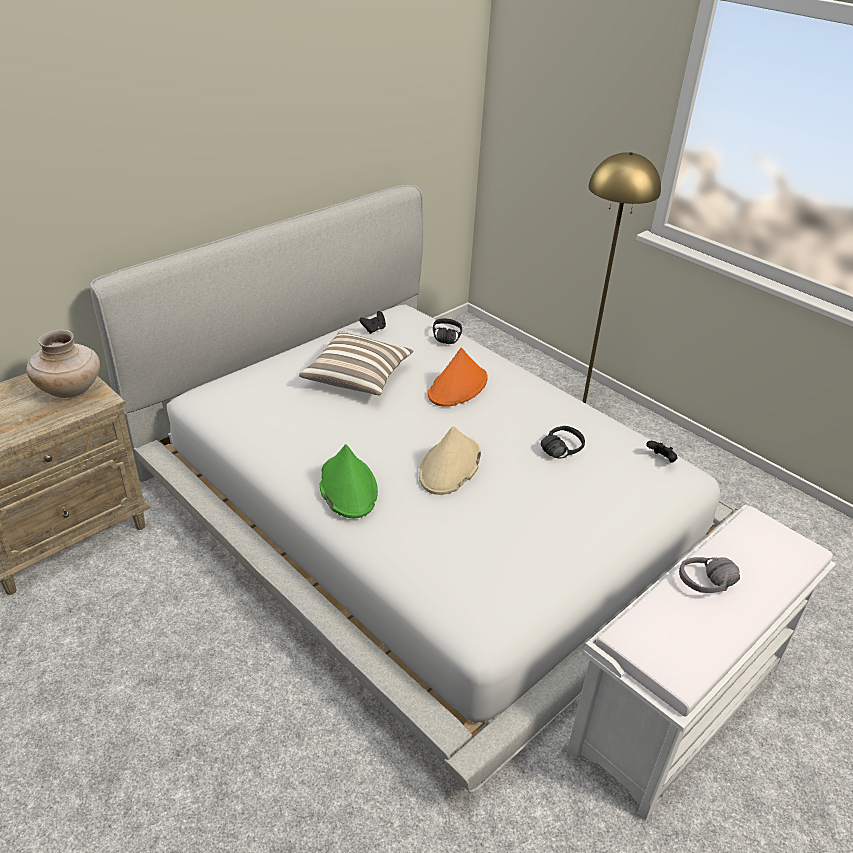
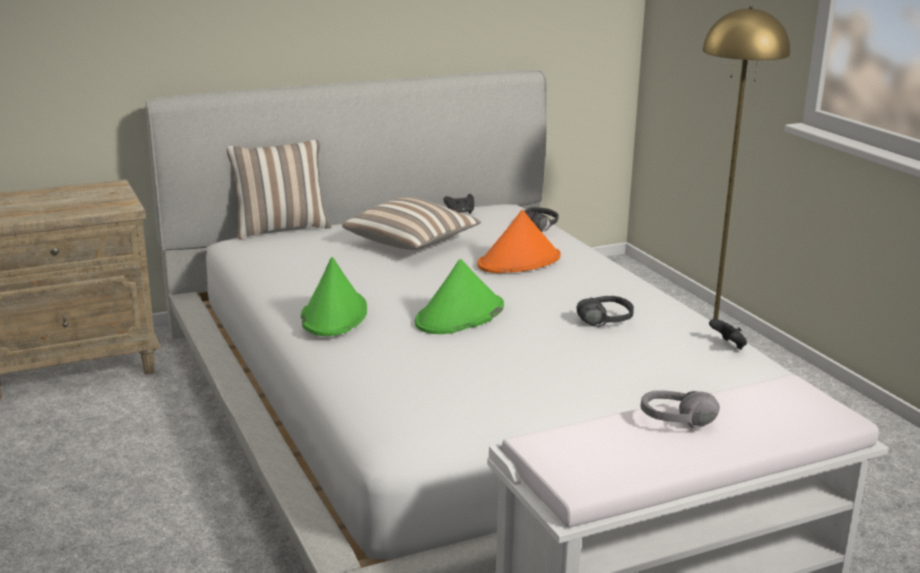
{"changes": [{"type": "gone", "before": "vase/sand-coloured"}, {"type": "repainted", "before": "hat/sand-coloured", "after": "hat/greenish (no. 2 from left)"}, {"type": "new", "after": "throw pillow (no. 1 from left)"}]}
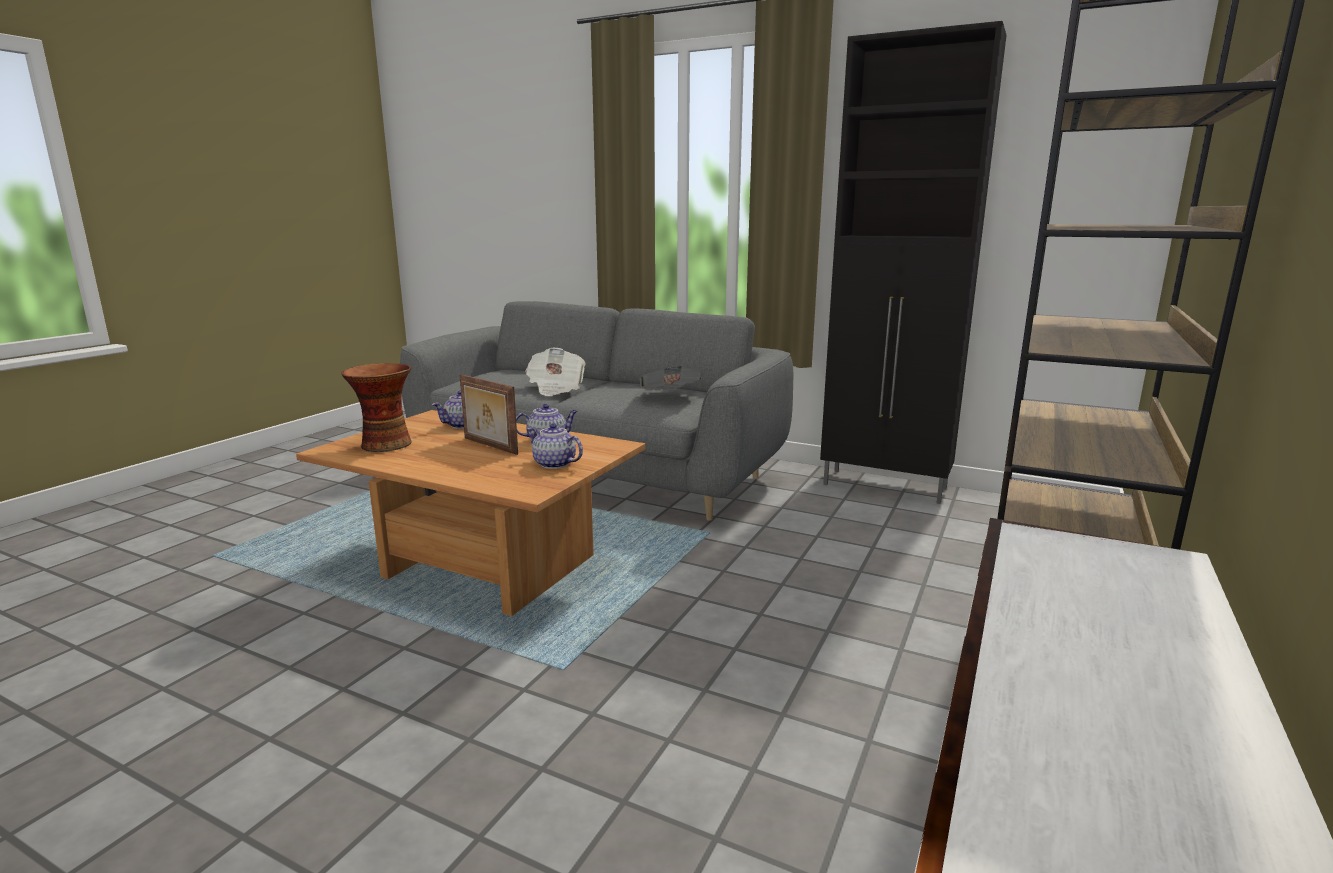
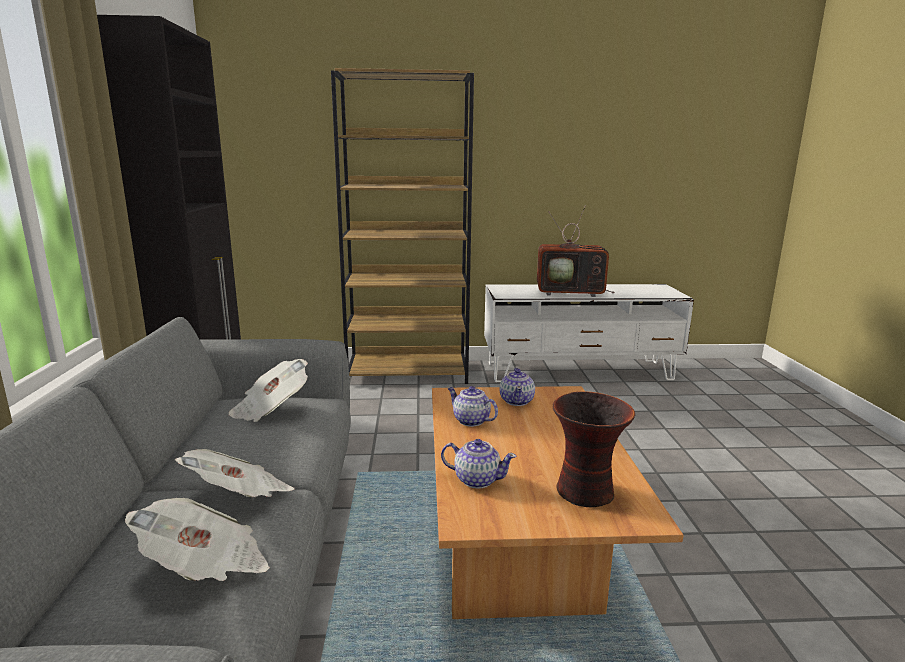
{"changes": [{"type": "gone", "before": "photo frame"}, {"type": "new", "after": "TV"}, {"type": "new", "after": "printed paper (no. 1 from left)"}]}
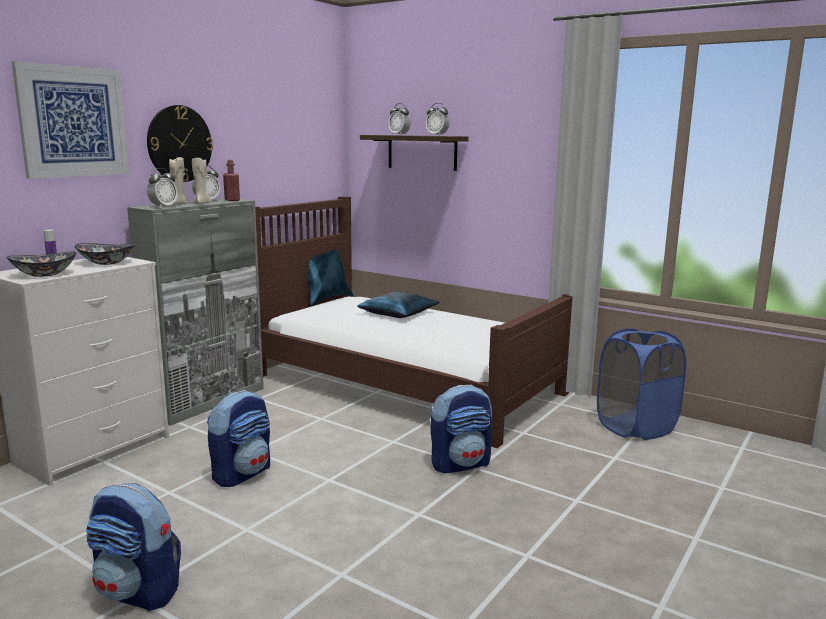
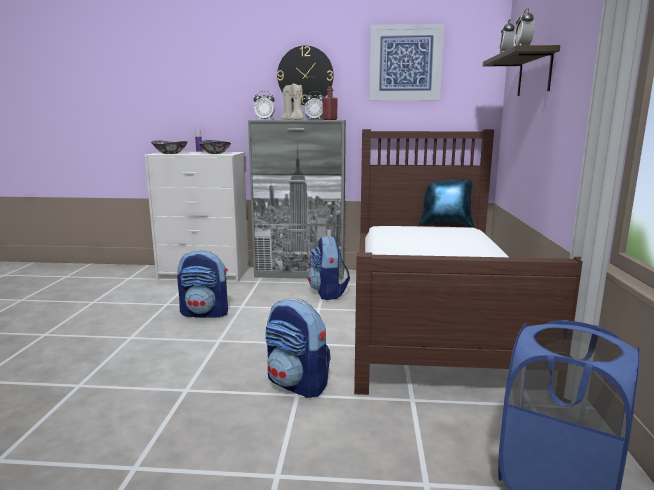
{"changes": [{"type": "shifted", "before": "picture"}, {"type": "gone", "before": "throw pillow/bluish (no. 2 from left)"}, {"type": "shifted", "before": "rucksack (no. 1 from left in the first image)", "after": "rucksack (no. 3 from left)"}]}
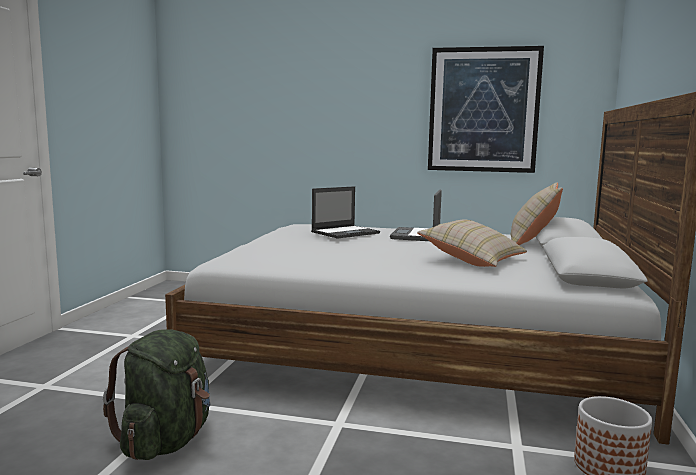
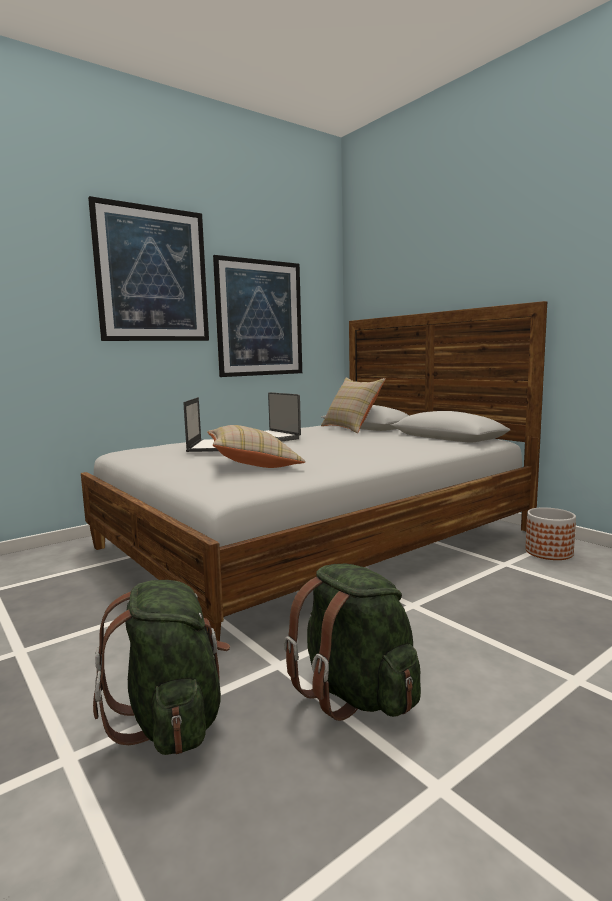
{"changes": [{"type": "shifted", "before": "throw pillow/sand-coloured (no. 1 from left)"}, {"type": "new", "after": "picture (no. 1 from left)"}, {"type": "new", "after": "rucksack/greenish (no. 1 from left)"}]}
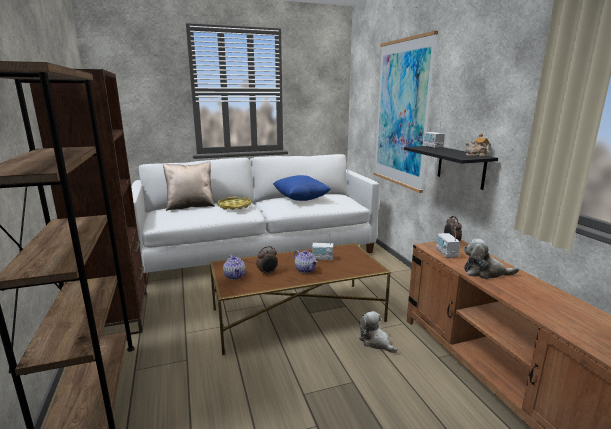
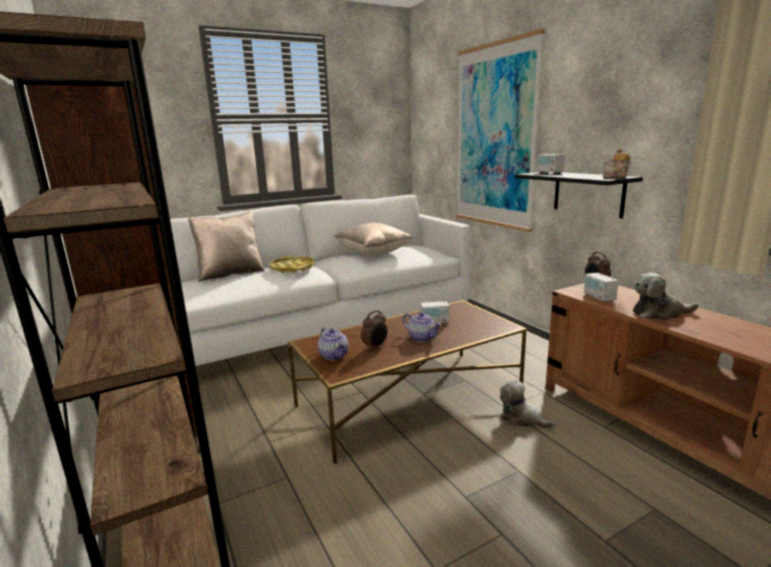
{"changes": [{"type": "repainted", "before": "throw pillow/bluish", "after": "throw pillow/sand-coloured (no. 2 from left)"}]}
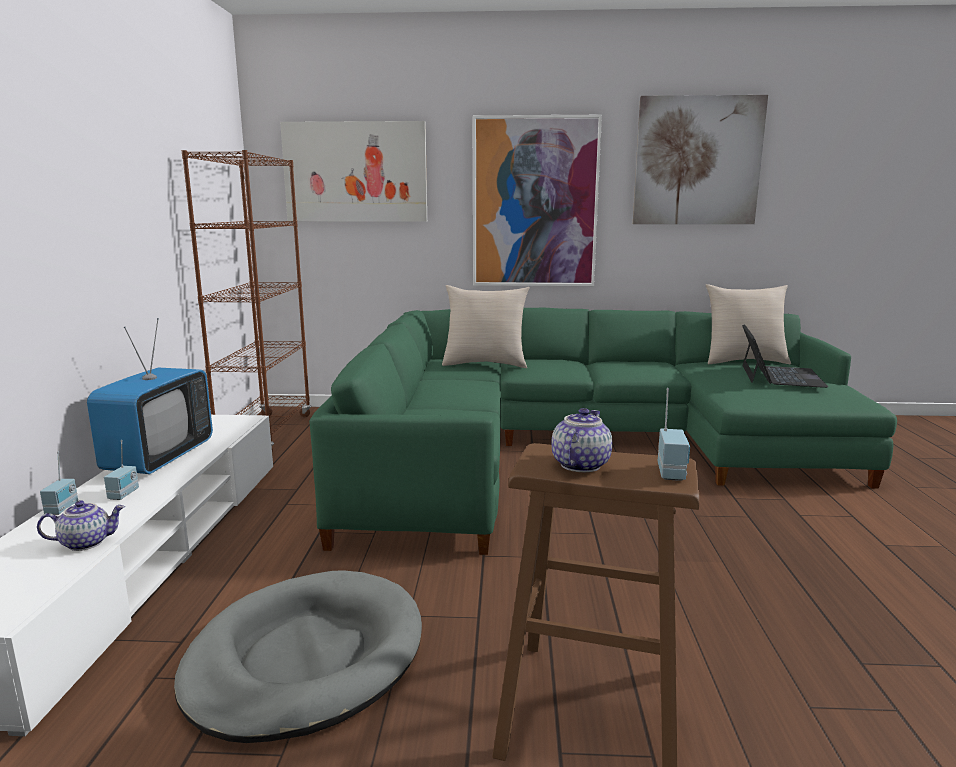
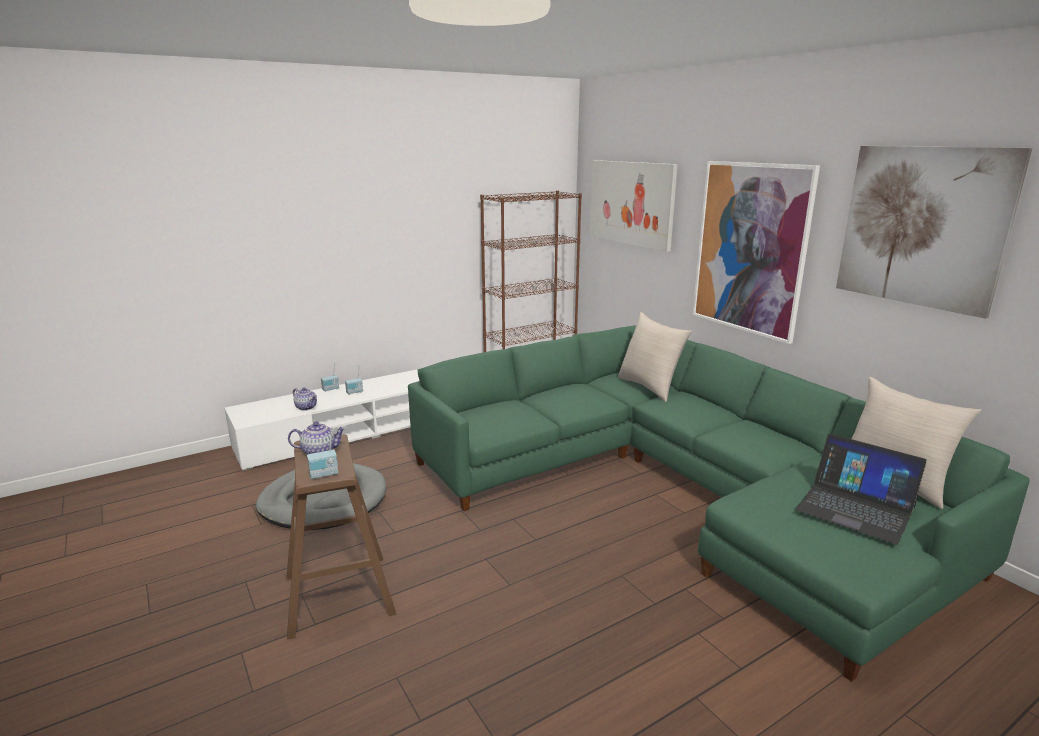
{"changes": [{"type": "gone", "before": "TV"}, {"type": "rotated", "before": "portable computer", "turn": 60}]}
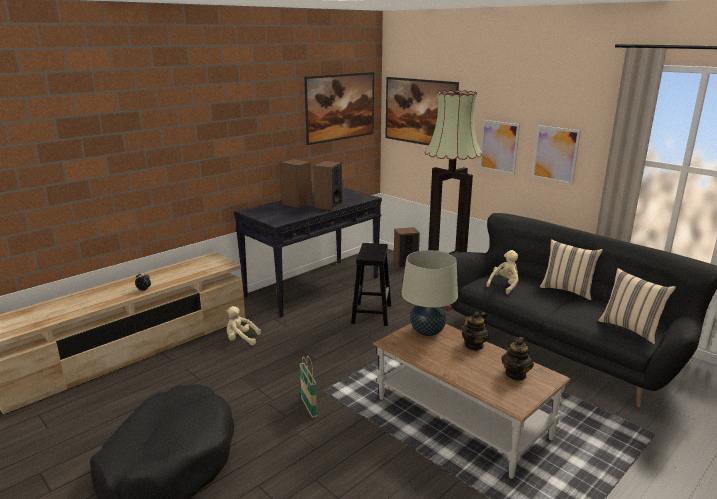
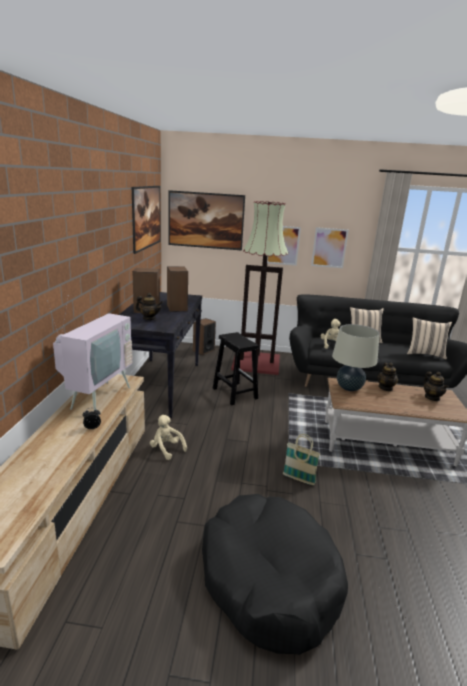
{"changes": [{"type": "rotated", "before": "cuddly toy/sand-coloured (no. 1 from left)", "turn": 75}, {"type": "new", "after": "teapot (no. 1 from left)"}, {"type": "new", "after": "TV"}]}
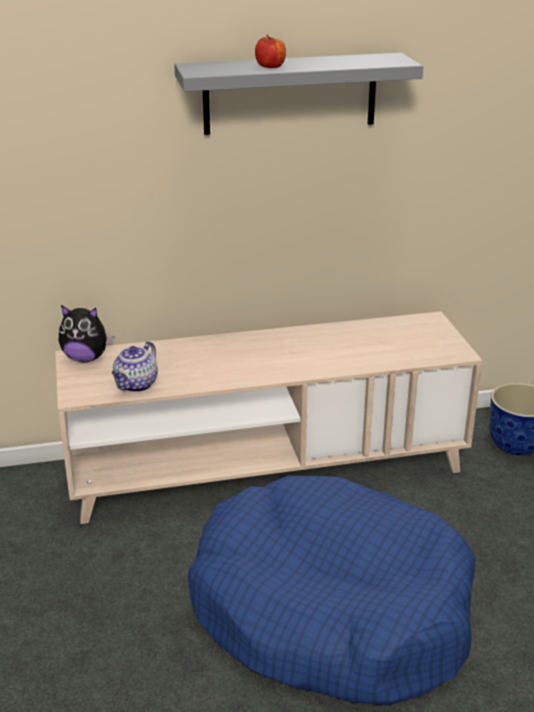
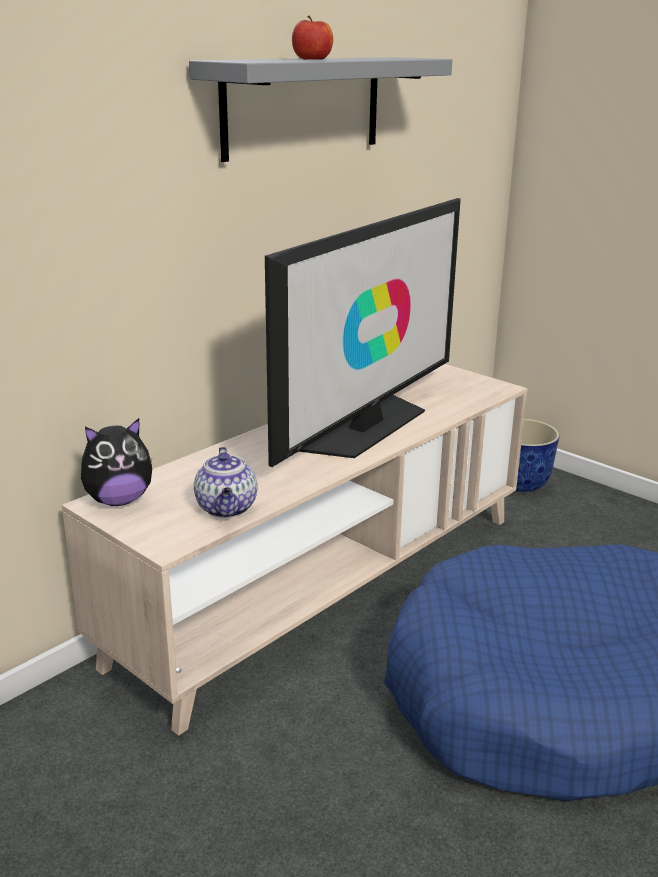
{"changes": [{"type": "new", "after": "TV"}]}
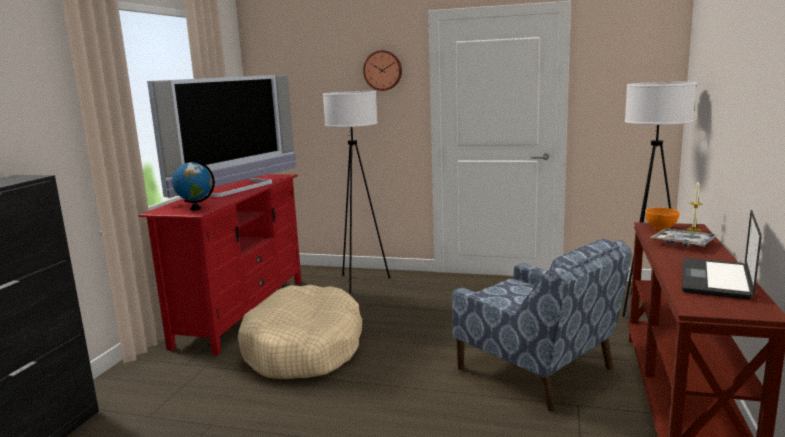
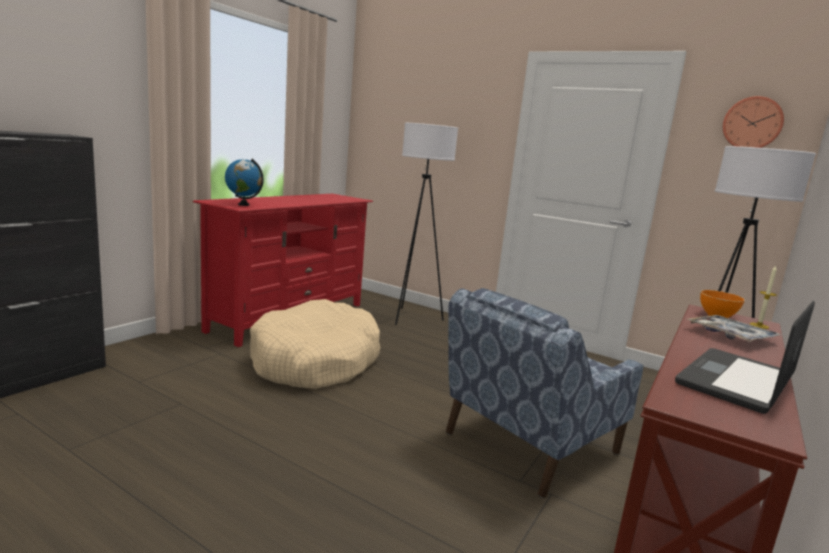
{"changes": [{"type": "shifted", "before": "wall clock"}, {"type": "gone", "before": "TV"}, {"type": "rotated", "before": "easy chair/bluish", "turn": 75}]}
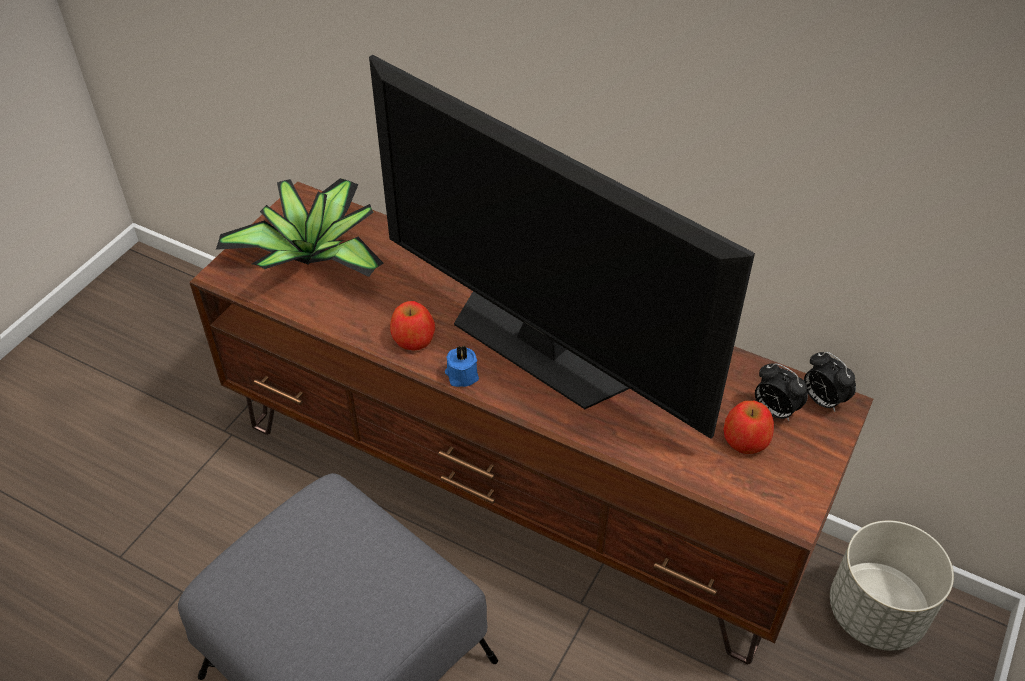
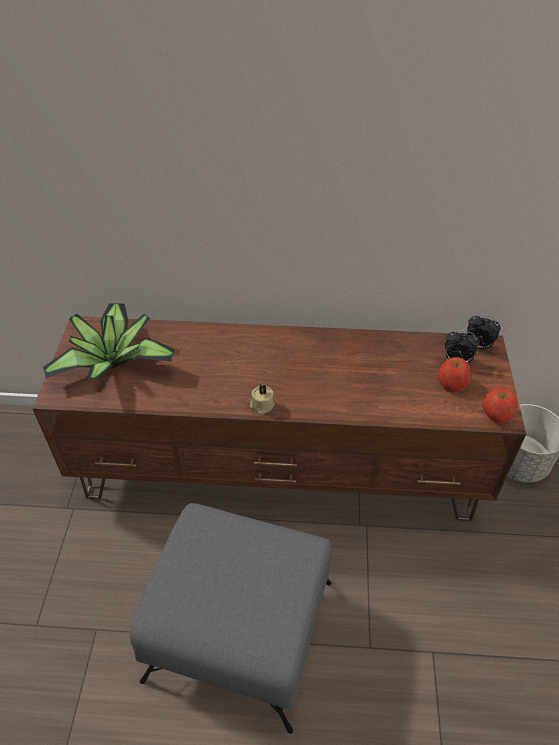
{"changes": [{"type": "gone", "before": "TV"}, {"type": "shifted", "before": "whole apple (no. 1 from left in the first image)", "after": "whole apple (no. 2 from left)"}, {"type": "repainted", "before": "wax light/bluish", "after": "wax light/sand-coloured"}]}
